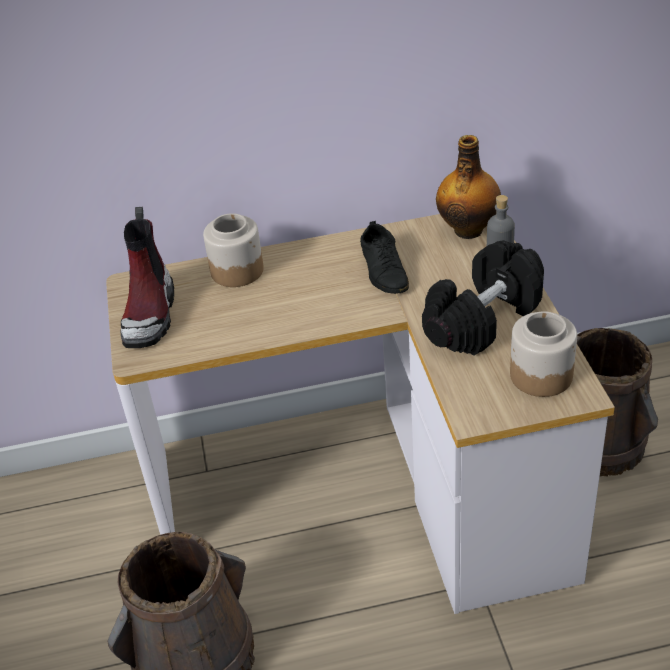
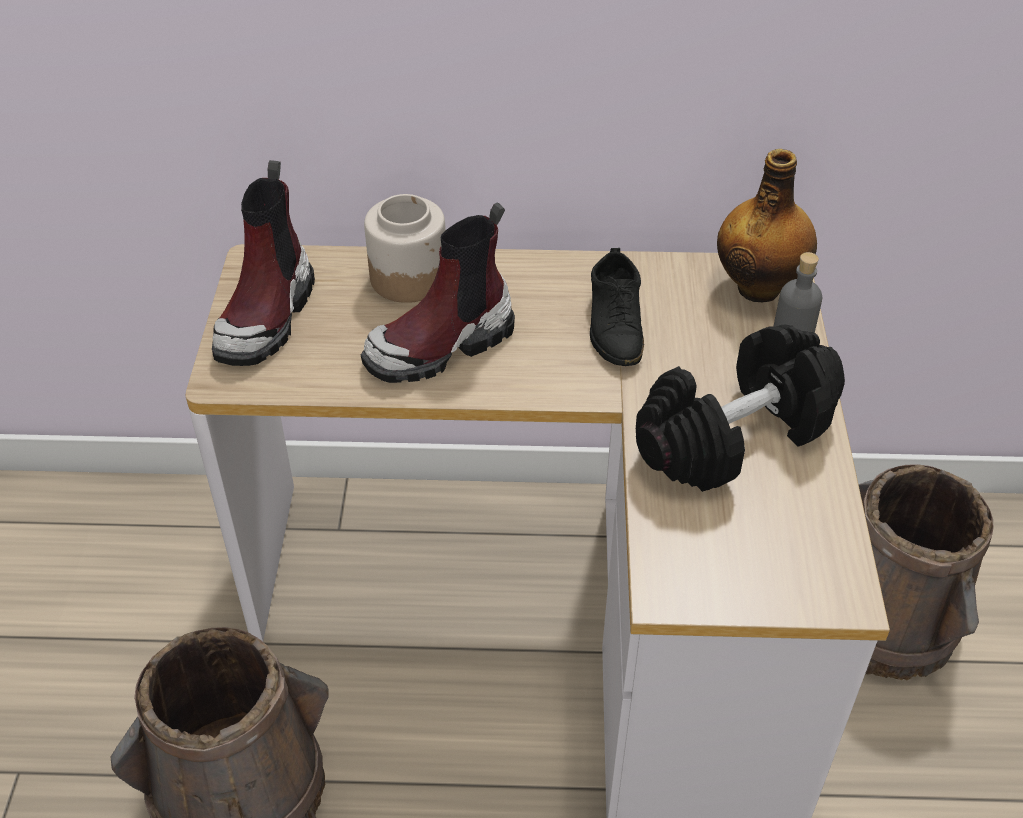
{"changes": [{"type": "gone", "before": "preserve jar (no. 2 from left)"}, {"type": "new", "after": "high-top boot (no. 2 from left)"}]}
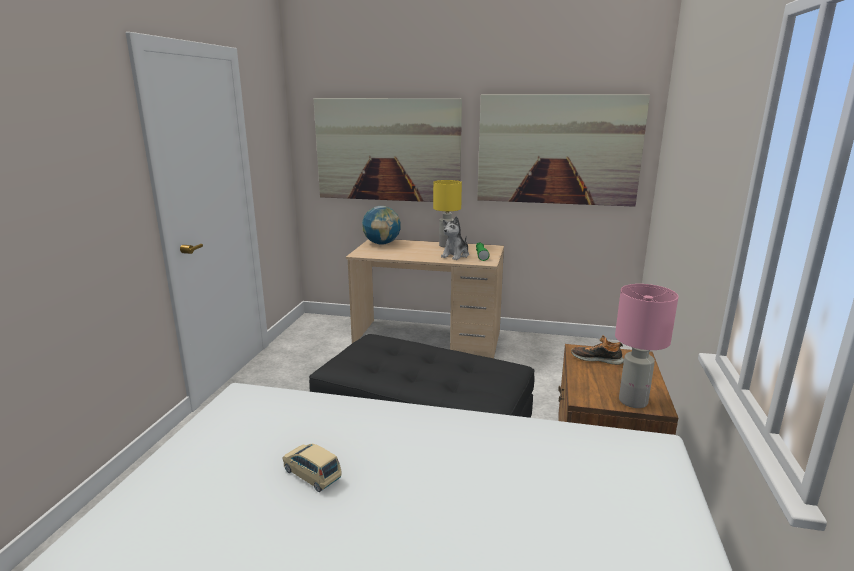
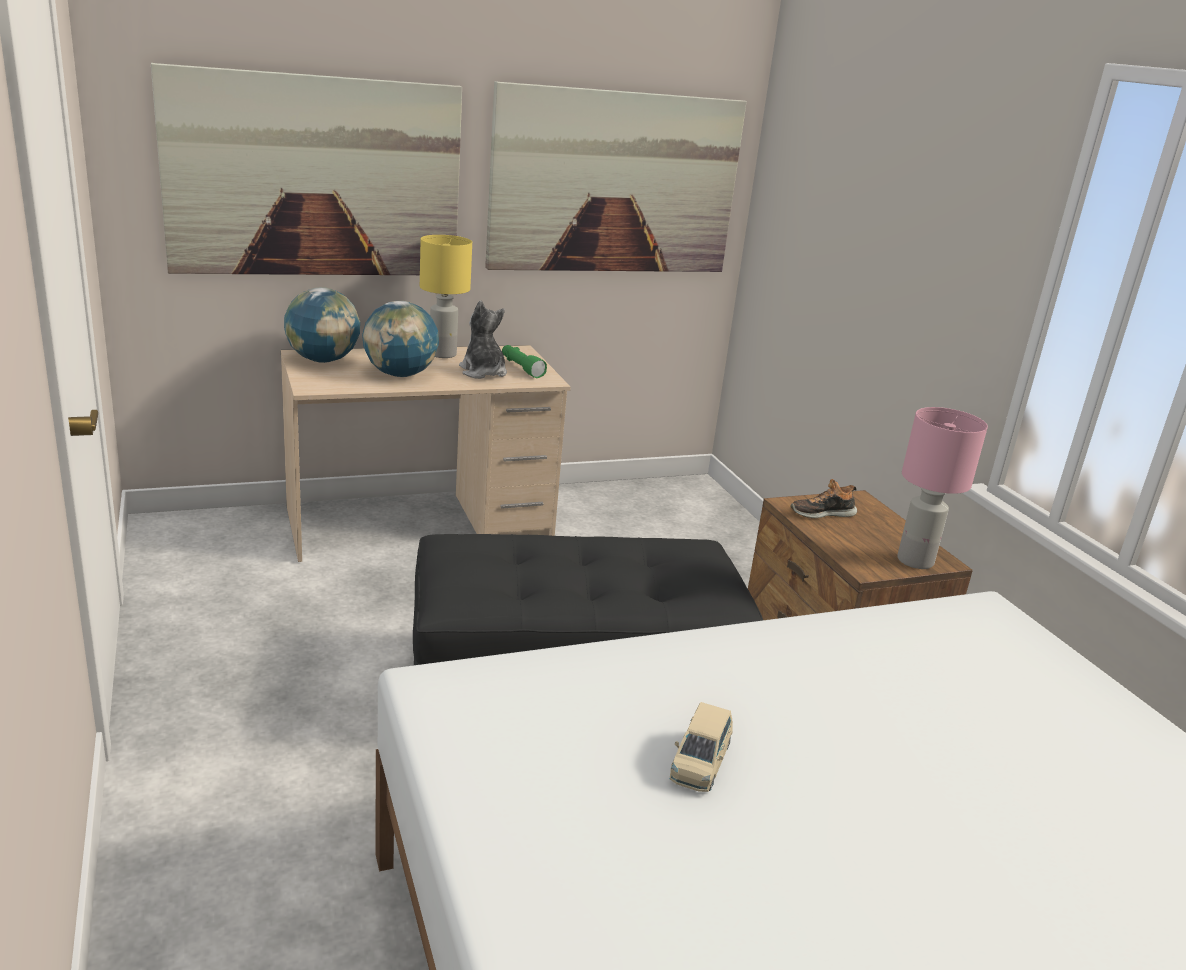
{"changes": [{"type": "rotated", "before": "cuddly toy", "turn": 150}, {"type": "rotated", "before": "model car/sand-coloured", "turn": -75}, {"type": "new", "after": "globe (no. 2 from left)"}]}
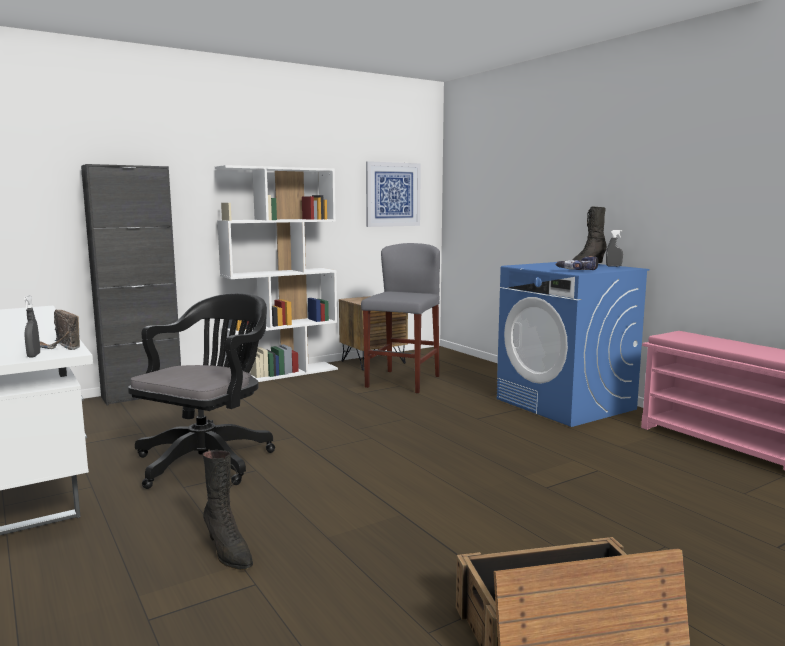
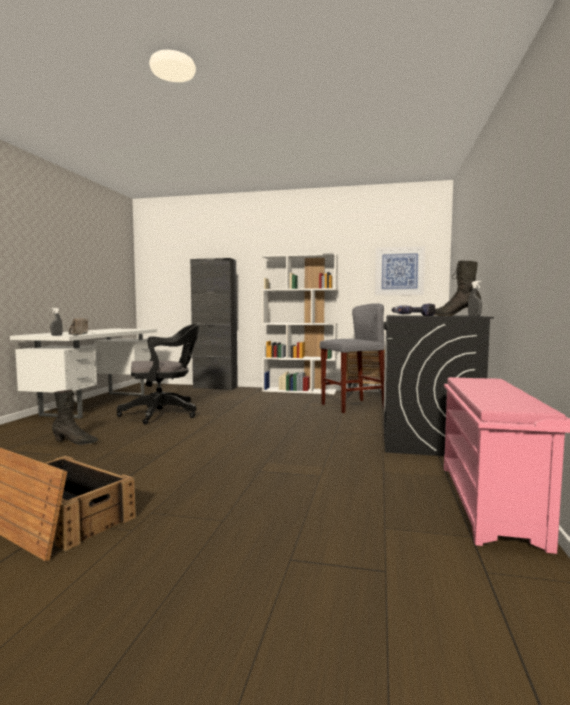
{"changes": [{"type": "repainted", "before": "washing machine/bluish", "after": "washing machine/black-coloured"}, {"type": "rotated", "before": "high-top boot/black-coloured (no. 1 from left)", "turn": -90}]}
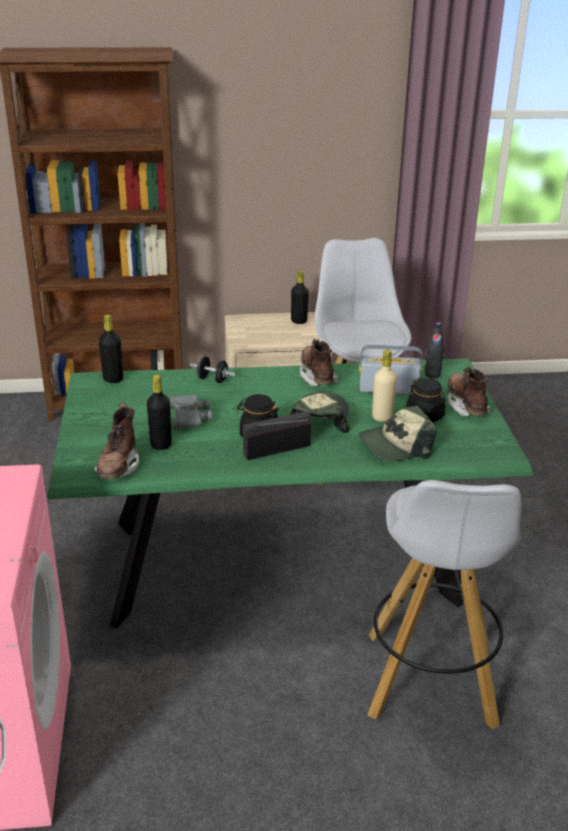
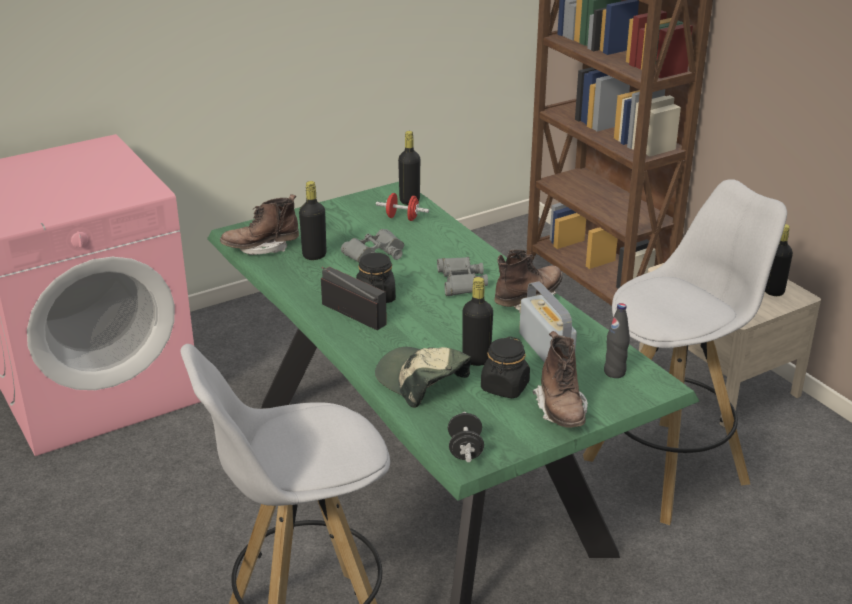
{"changes": [{"type": "repainted", "before": "bottle/sand-coloured", "after": "bottle/black-coloured (no. 3 from left)"}, {"type": "shifted", "before": "free weight/black-coloured"}, {"type": "rotated", "before": "high-top boot/brown-coloured (no. 3 from left)", "turn": 120}, {"type": "gone", "before": "peaked cap (no. 1 from left)"}, {"type": "new", "after": "free weight/red"}, {"type": "new", "after": "binoculars/gray (no. 2 from left)"}]}
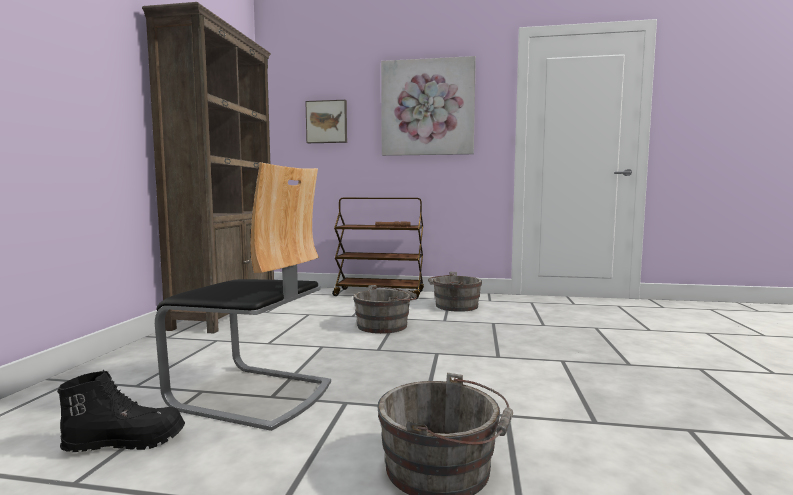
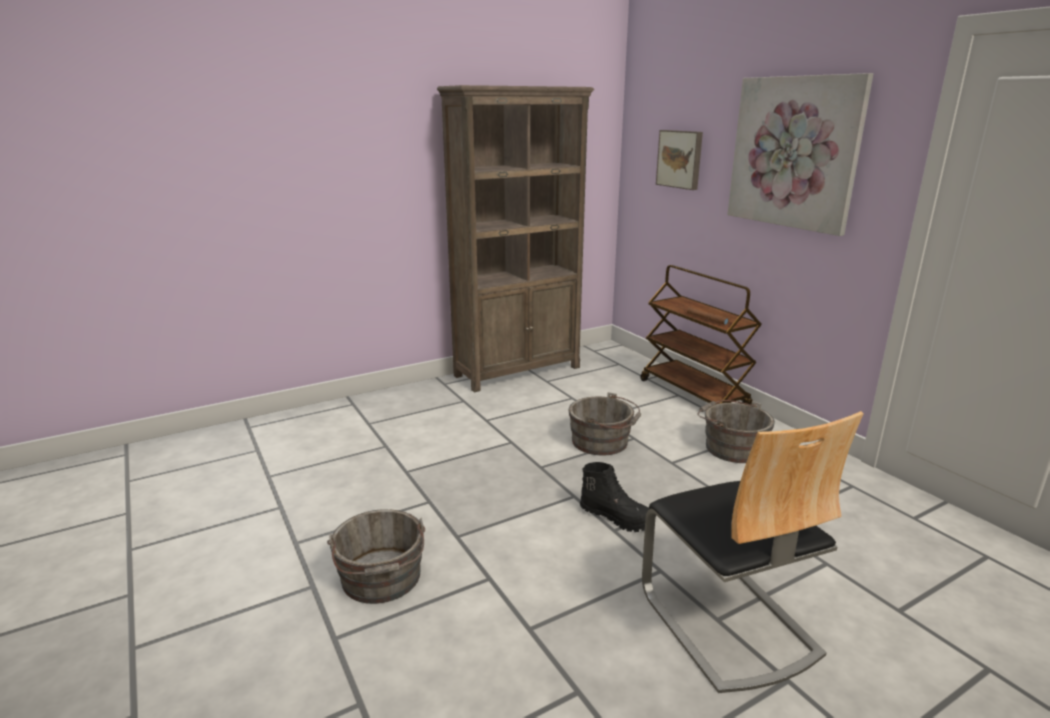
{"changes": [{"type": "shifted", "before": "plain chair"}, {"type": "shifted", "before": "high-top boot/black-coloured"}]}
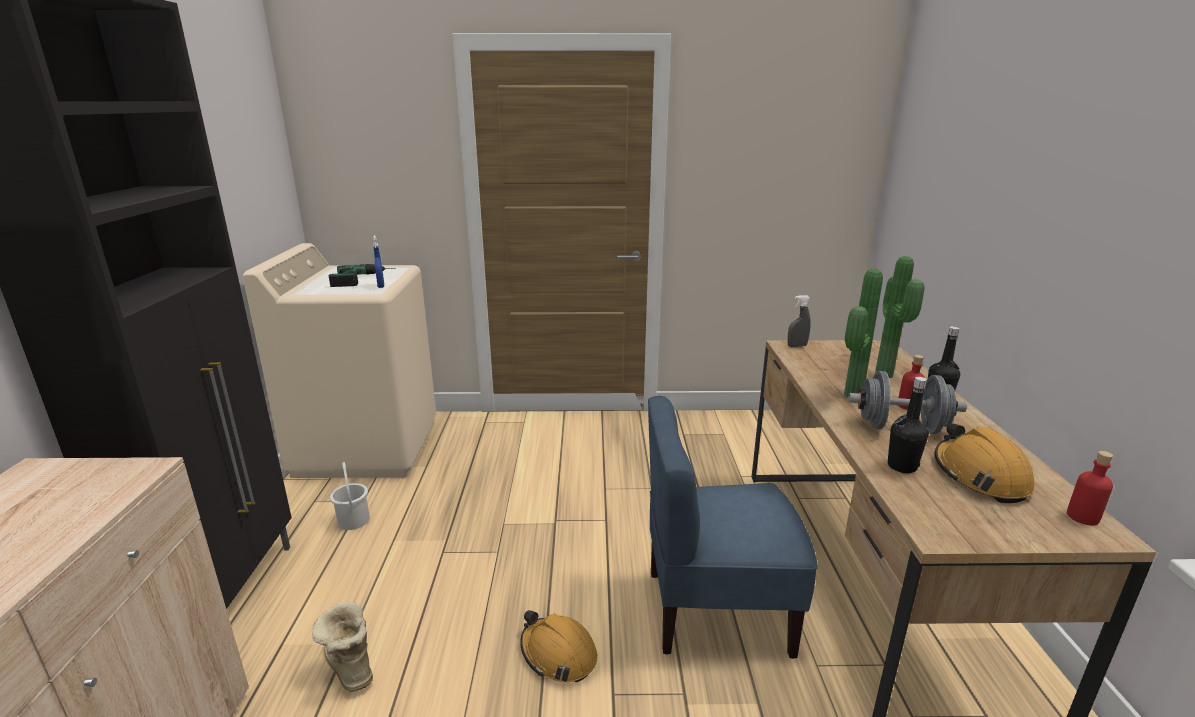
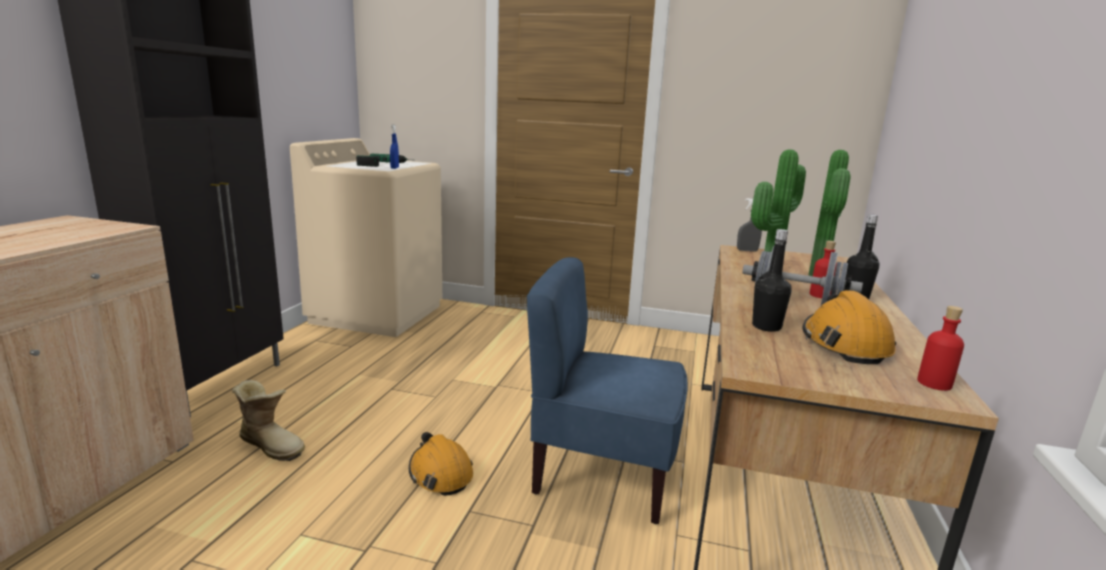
{"changes": [{"type": "gone", "before": "bucket/white-coloured"}, {"type": "rotated", "before": "high-top boot", "turn": 135}]}
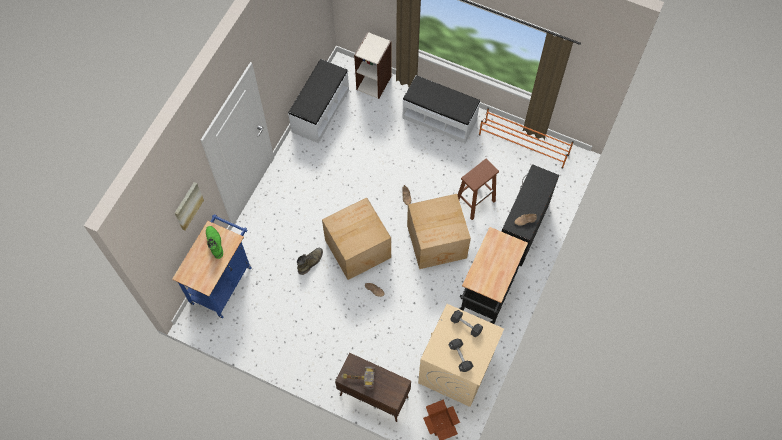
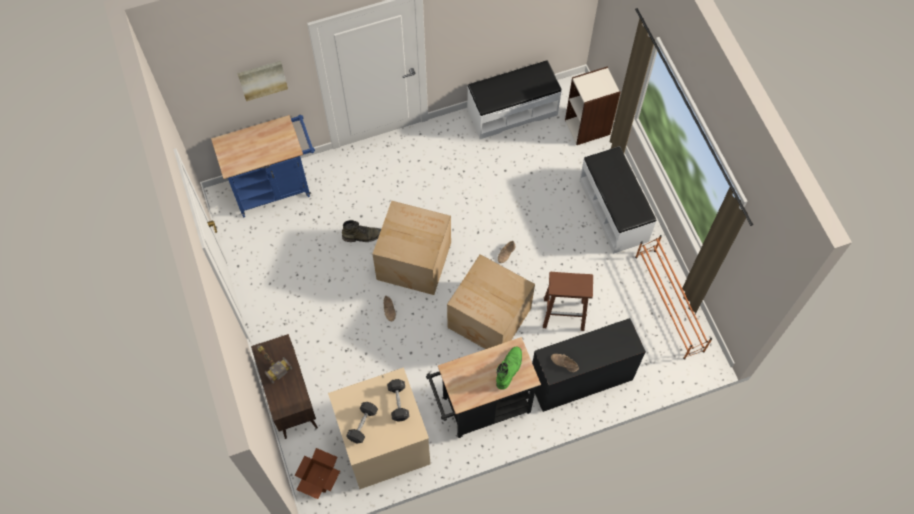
{"changes": [{"type": "shifted", "before": "high-top boot/greenish (no. 1 from left in the first image)", "after": "high-top boot/greenish (no. 2 from left)"}]}
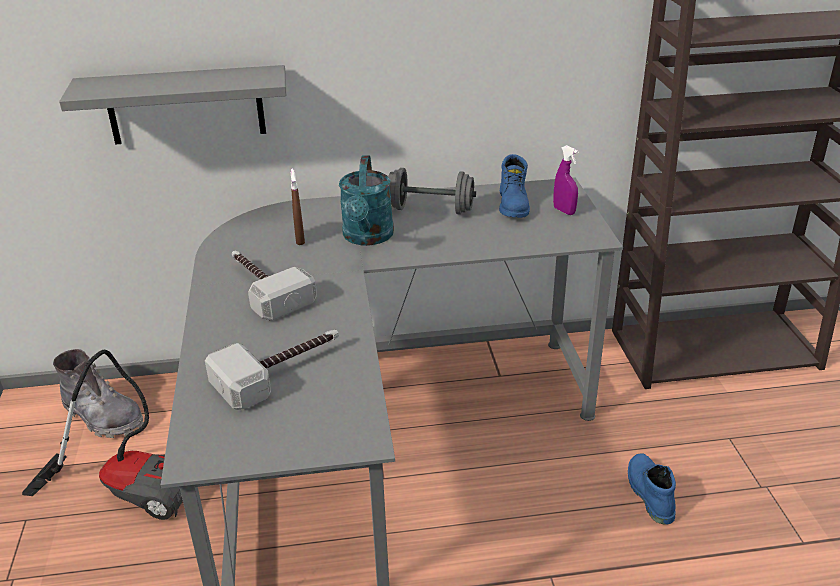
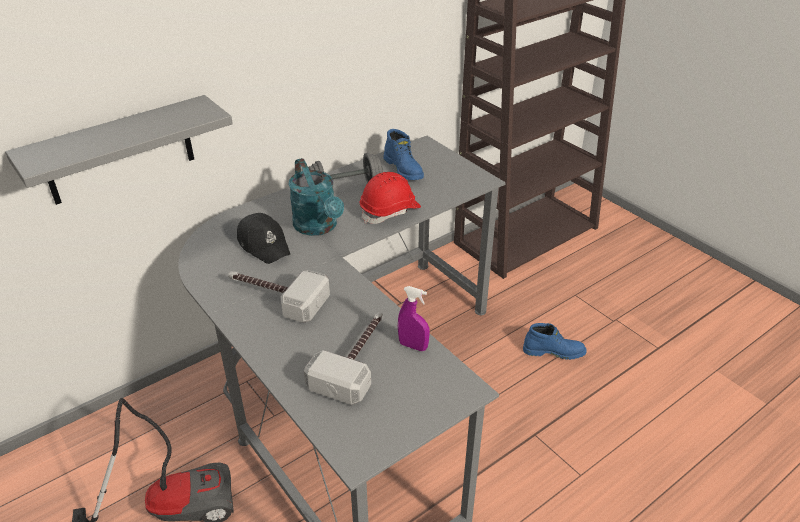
{"changes": [{"type": "shifted", "before": "sprayer/purple-coloured"}, {"type": "swapped", "before": "sprayer/brown-coloured", "after": "peaked cap/black-coloured"}, {"type": "gone", "before": "high-top boot/gray"}, {"type": "rotated", "before": "high-top boot/bluish (no. 2 from left)", "turn": 135}, {"type": "new", "after": "work helmet/red"}]}
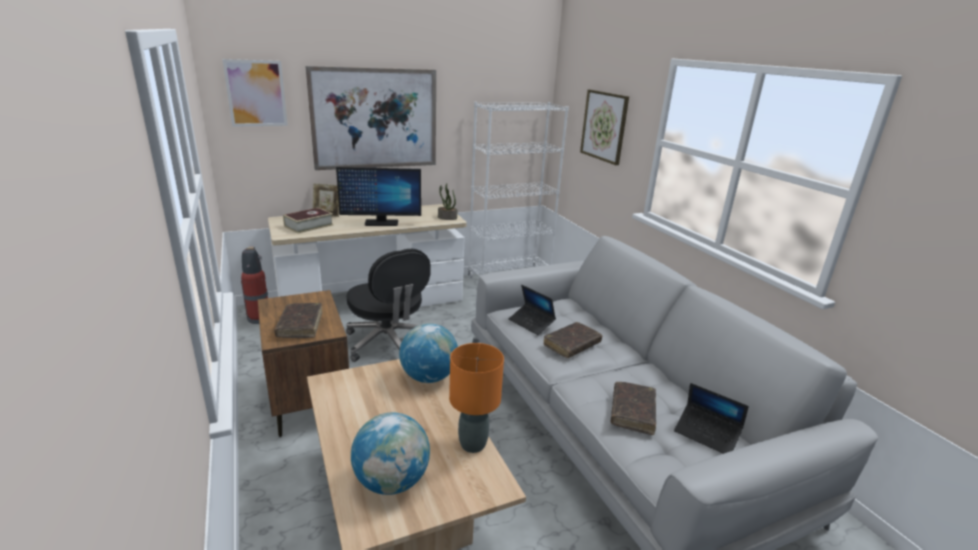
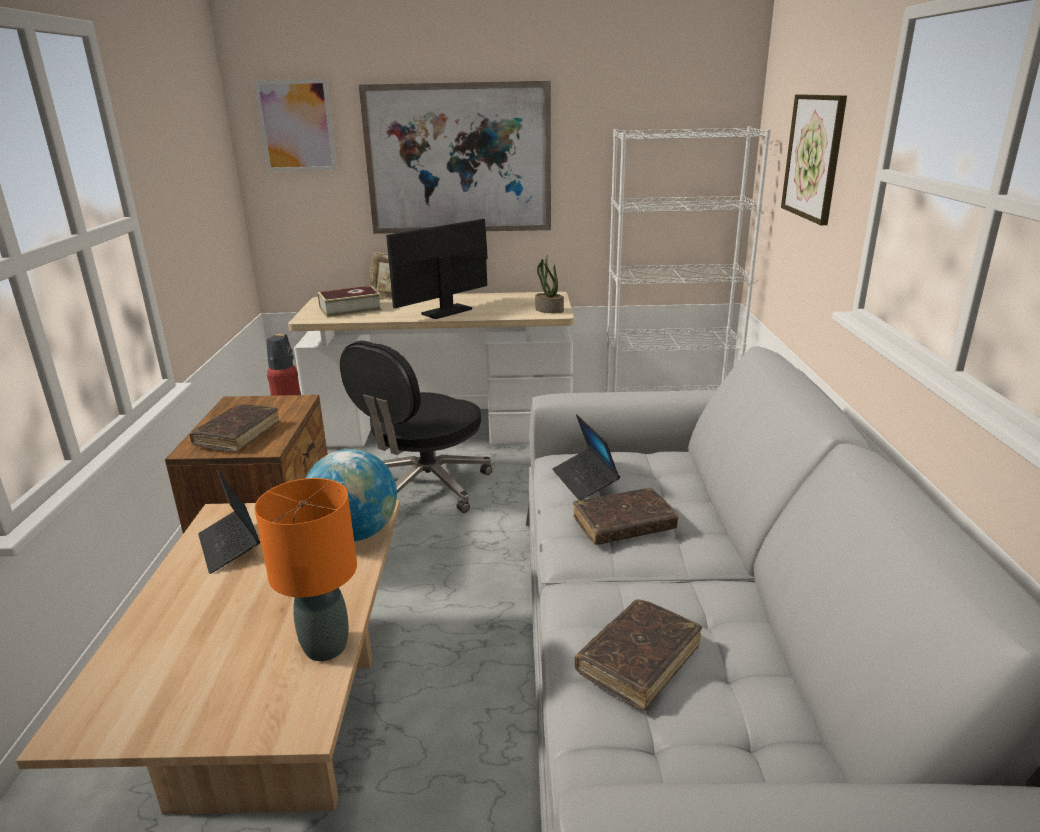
{"changes": [{"type": "rotated", "before": "computer display", "turn": 120}, {"type": "rotated", "before": "computer chair/black-coloured", "turn": 45}, {"type": "shifted", "before": "portable computer (no. 2 from left in the first image)", "after": "portable computer (no. 1 from left)"}, {"type": "gone", "before": "globe (no. 1 from left)"}]}
